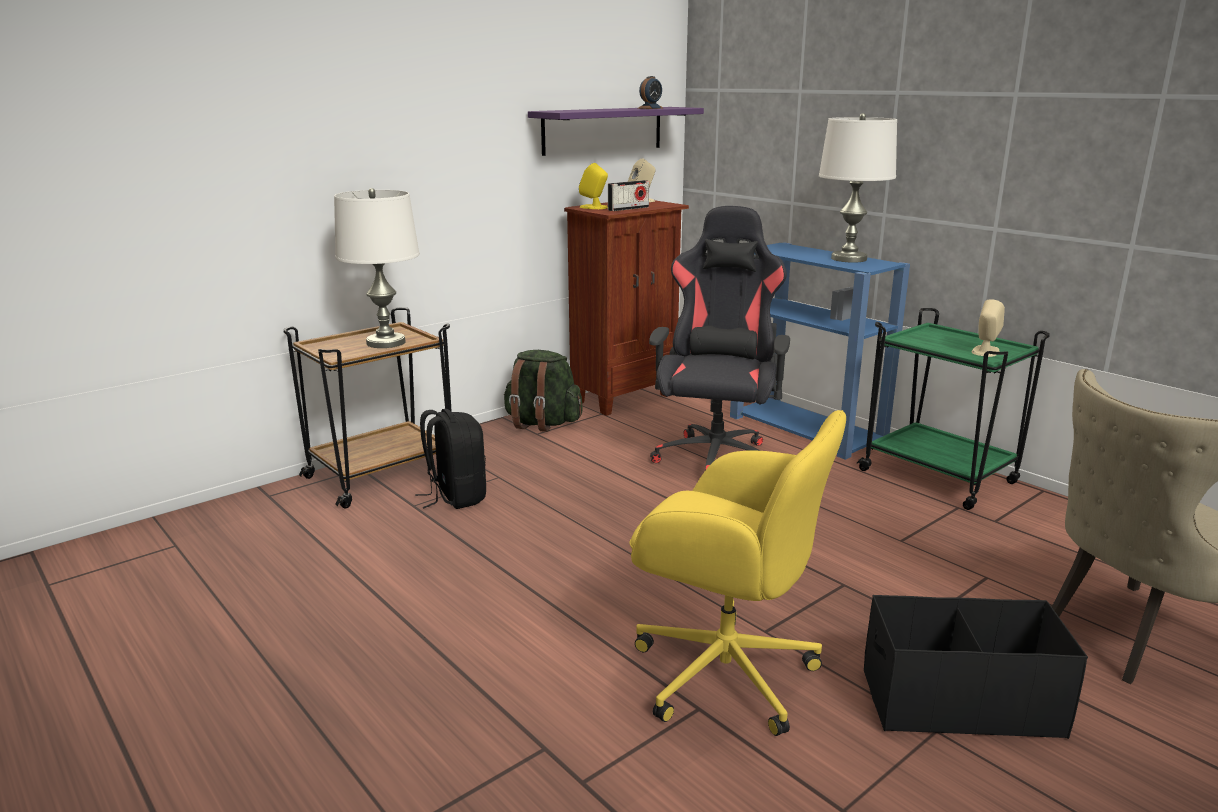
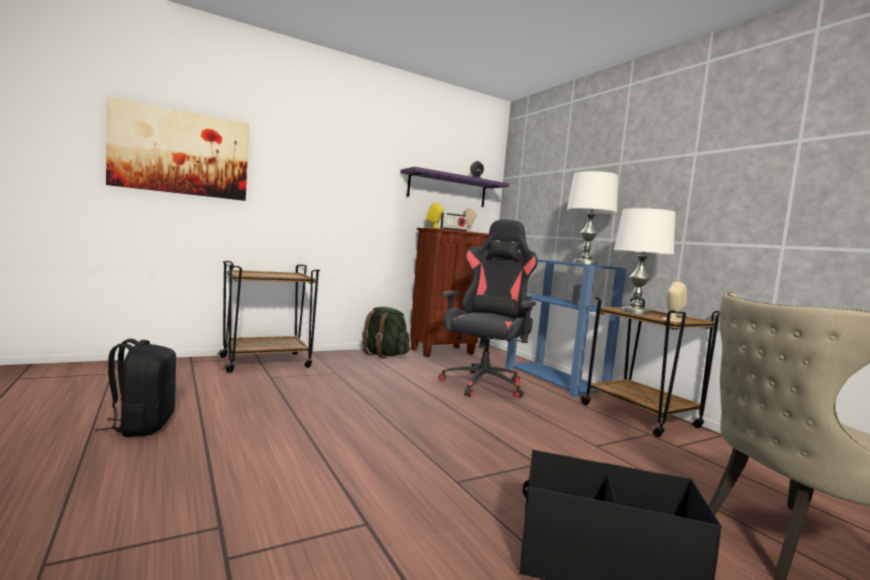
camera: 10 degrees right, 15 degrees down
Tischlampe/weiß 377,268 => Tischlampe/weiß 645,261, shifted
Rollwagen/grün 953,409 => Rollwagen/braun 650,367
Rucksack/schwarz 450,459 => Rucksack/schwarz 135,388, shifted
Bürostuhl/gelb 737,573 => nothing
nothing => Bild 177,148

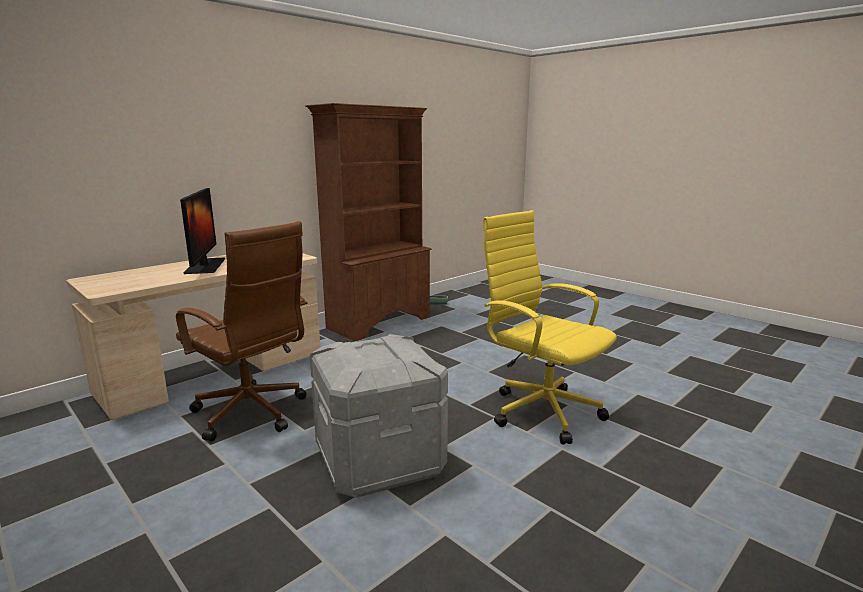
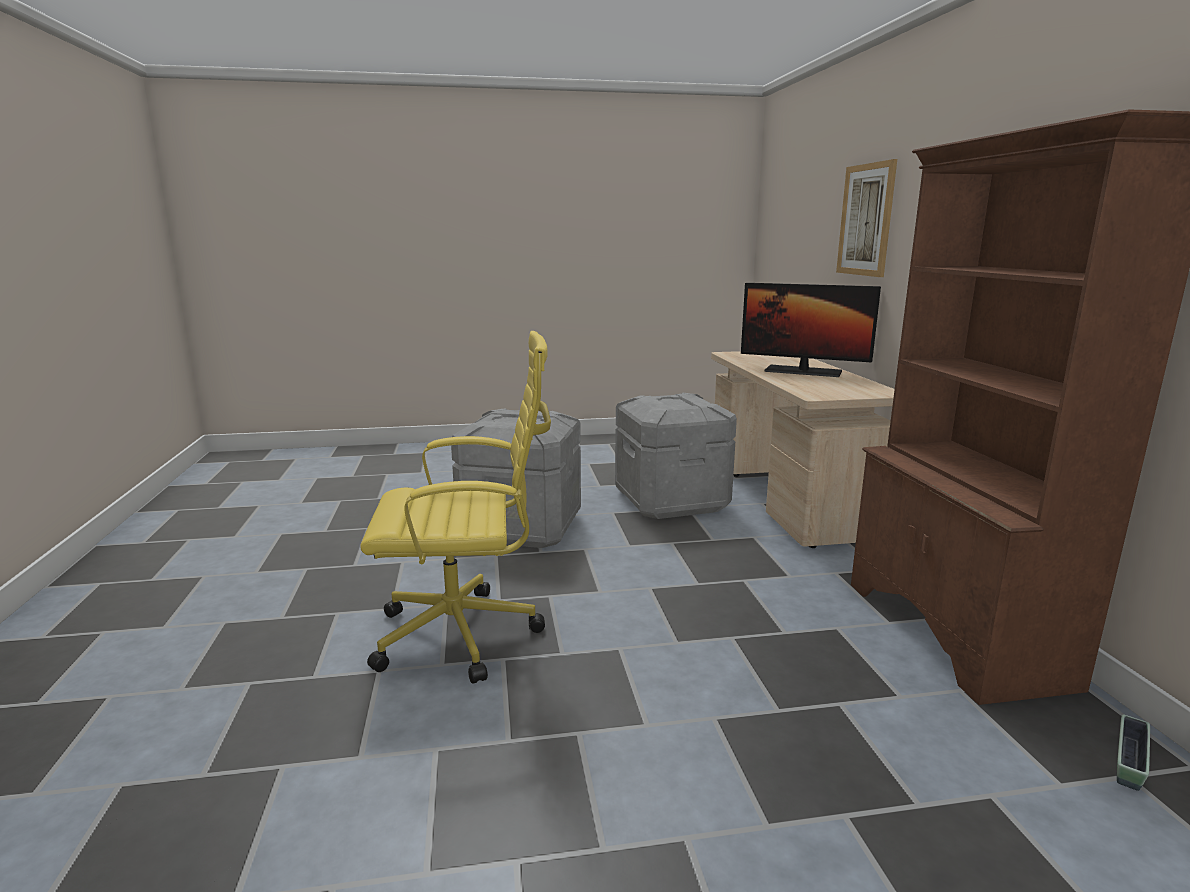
camera: 125 degrees right, 0 degrees up
Bürostuhl/braun 242,331 => Aufbewahrungsbox/grau 676,456
nothing => Bild 866,218

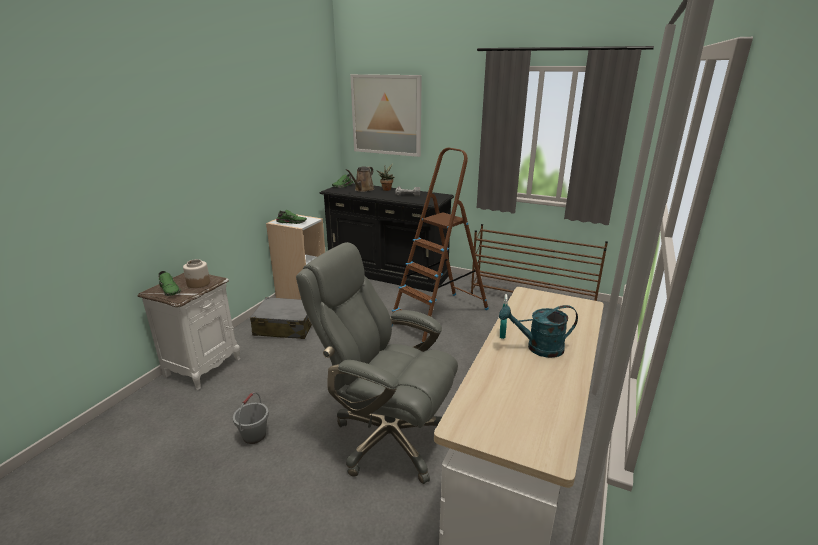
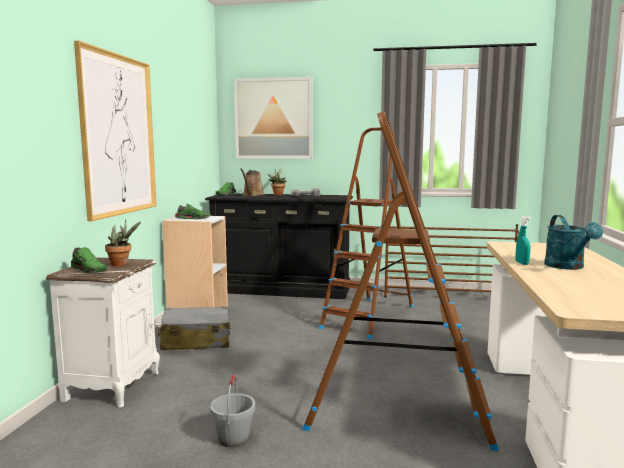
camera: 15 degrees left, 15 degrees down
Bürostuhl/grau 377,363 => Trittleiter/braun 400,281
Vorratsglas 196,273 => Topfpflanze 123,243
Gießkanne/türkis 538,331 => Gießkanne/türkis 573,242, 75 degrees counterclockwise
nothing => Bild 115,131

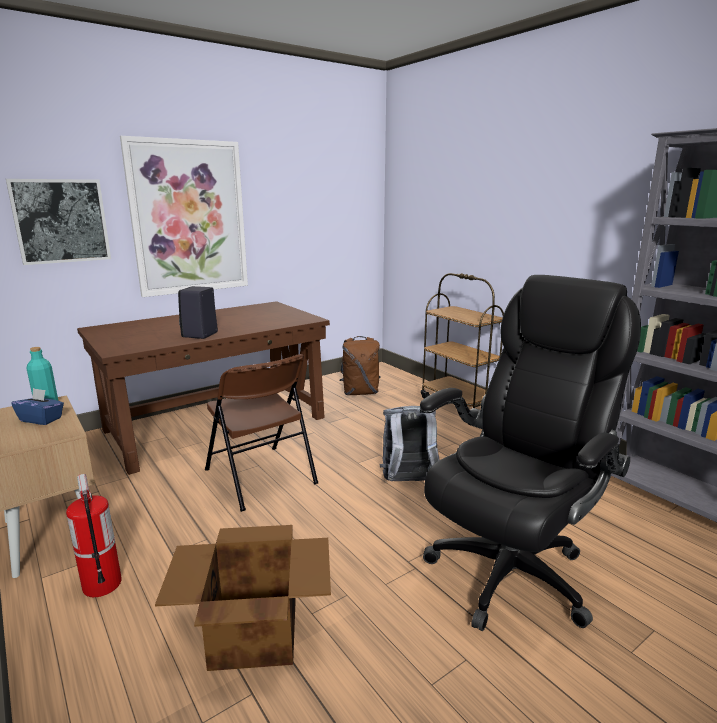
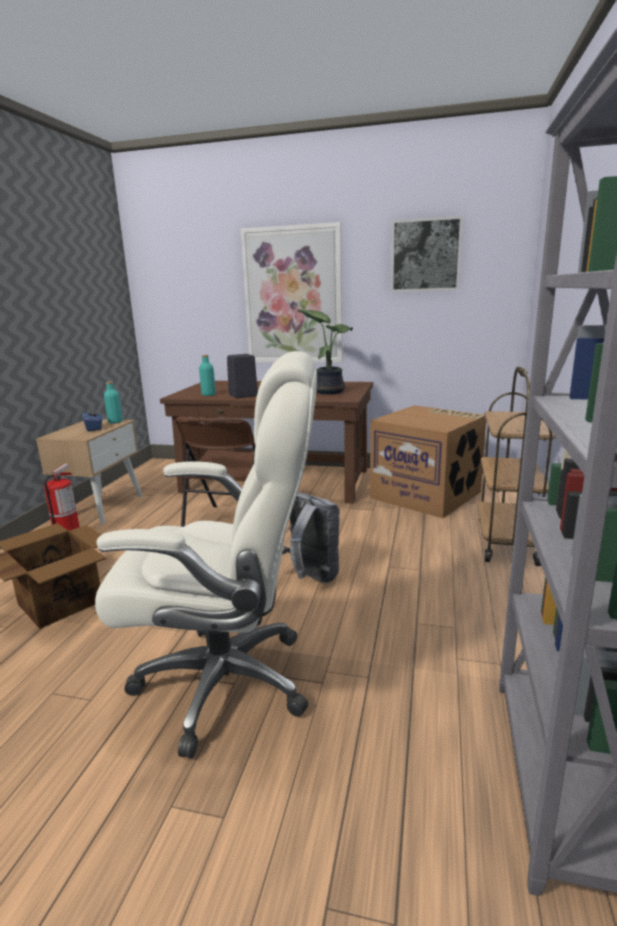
camera: 50 degrees right, 0 degrees up
Bild 58,222 => Bild 427,254, shifted
Bürostuhl/schwarz 530,453 => Bürostuhl/weiß 206,554
Rucksack/braun 360,365 => Karton 428,461
nothing => Topfpflanze 325,351
nothing => Flasche/türkis 207,375

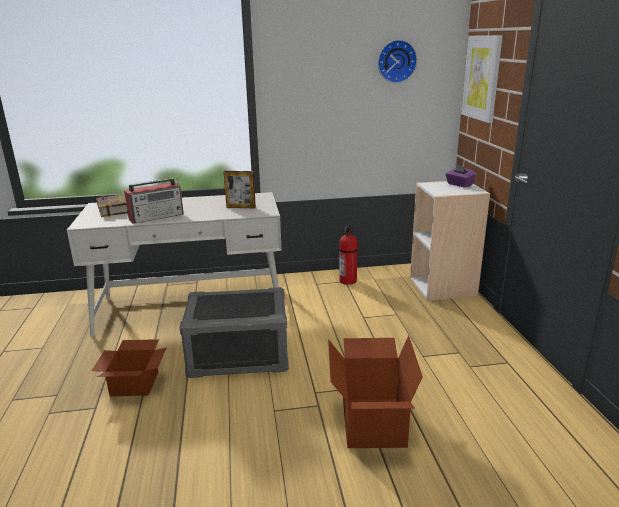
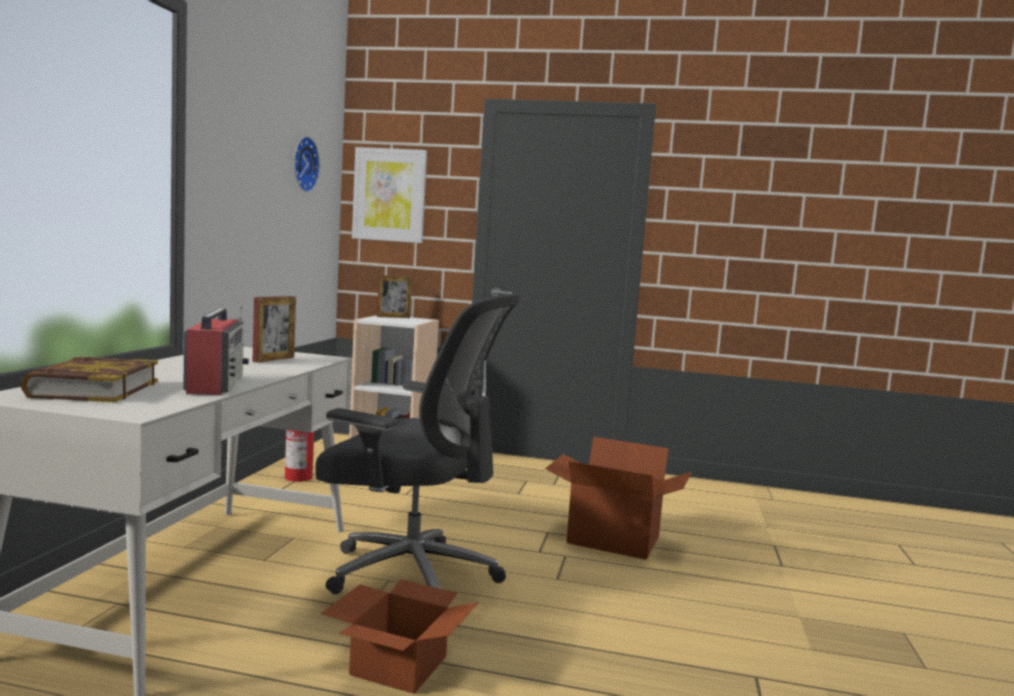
camera: 70 degrees left, 15 degrees down
Taschentuchbox/lila 461,175 => Bilderrahmen 394,296
Aufbewahrungsbox/grau 234,332 => Bürostuhl 418,443

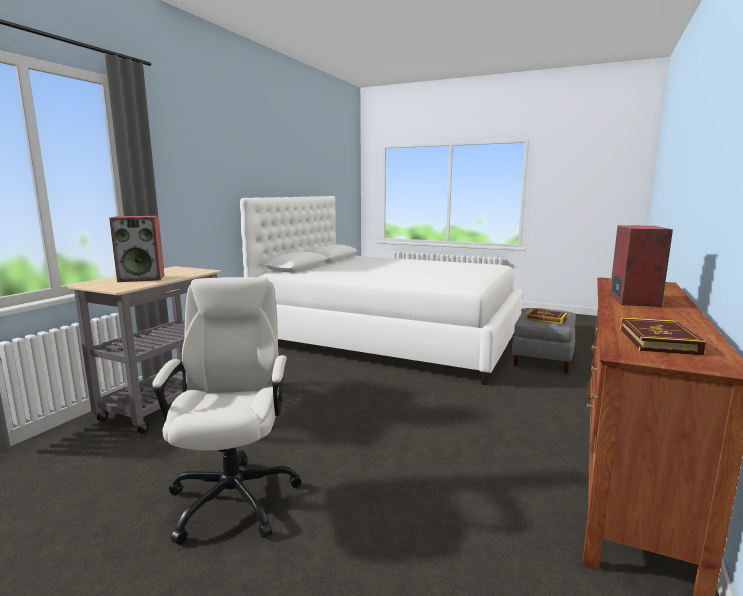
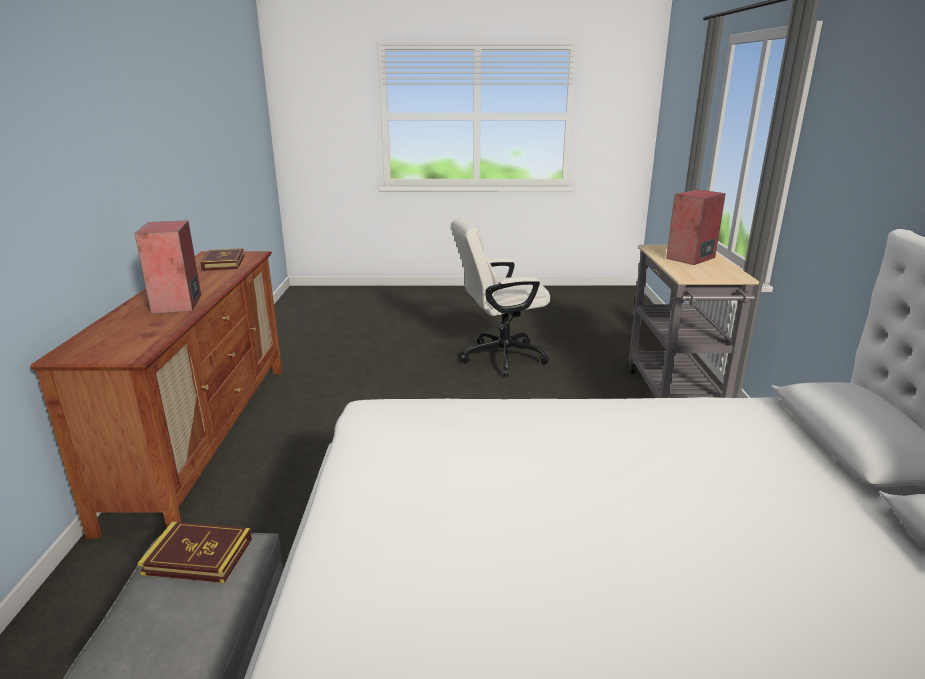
camera: 155 degrees right, 10 degrees up
Bürostuhl/weiß 227,411 => Bürostuhl/weiß 500,297, 105 degrees clockwise

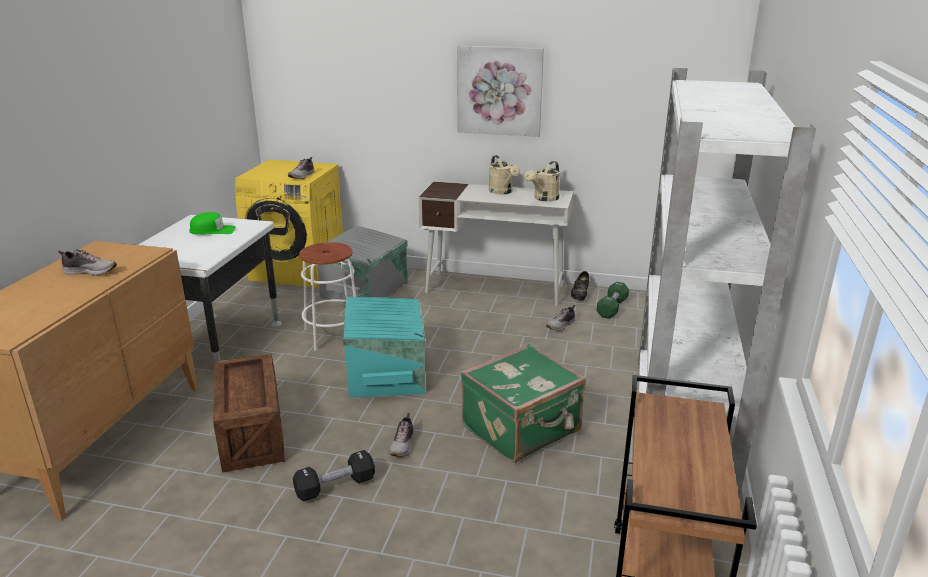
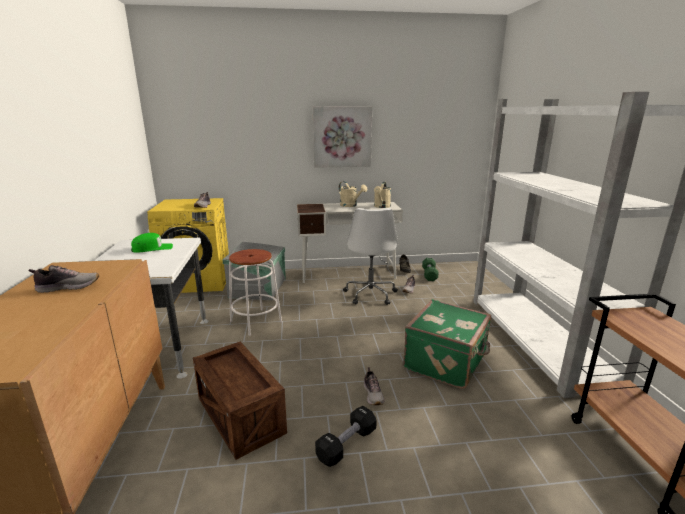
camera: 20 degrees left, 5 degrees down
Aufbewahrungsbox/türkis 384,348 => nothing
nothing => Bürostuhl/weiß 370,256

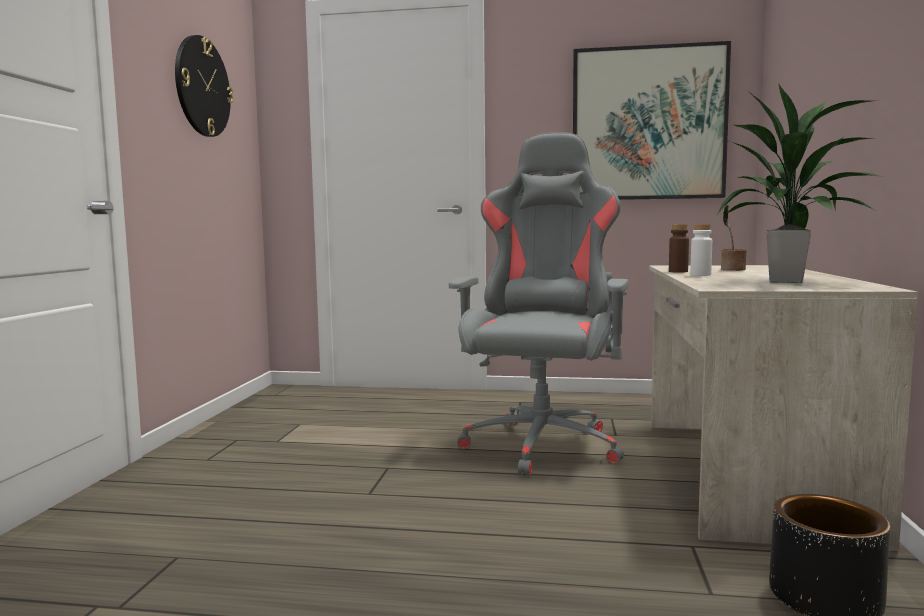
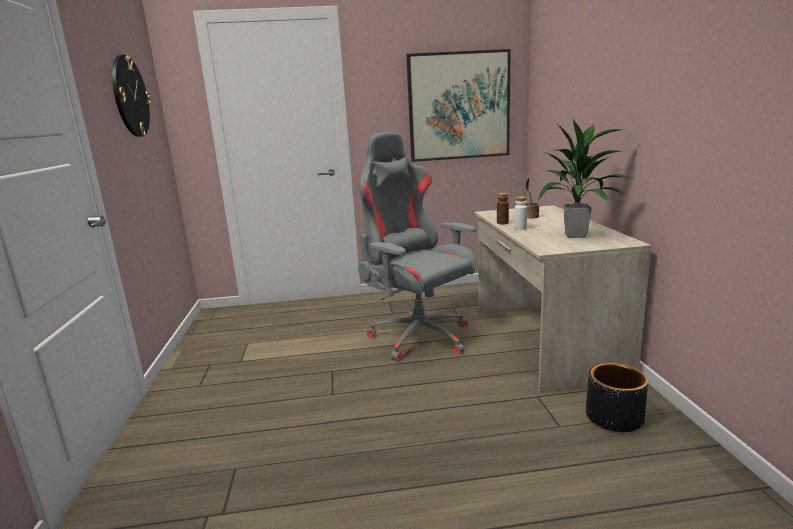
camera: 15 degrees left, 10 degrees up
Bürostuhl/grau 539,304 => Bürostuhl/grau 417,246, 45 degrees counterclockwise

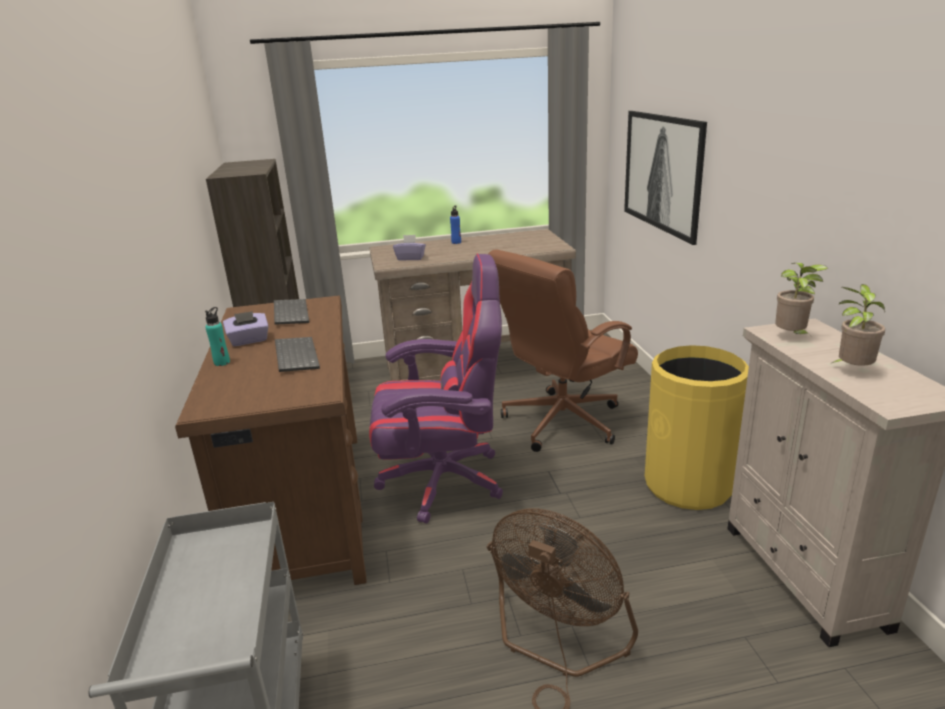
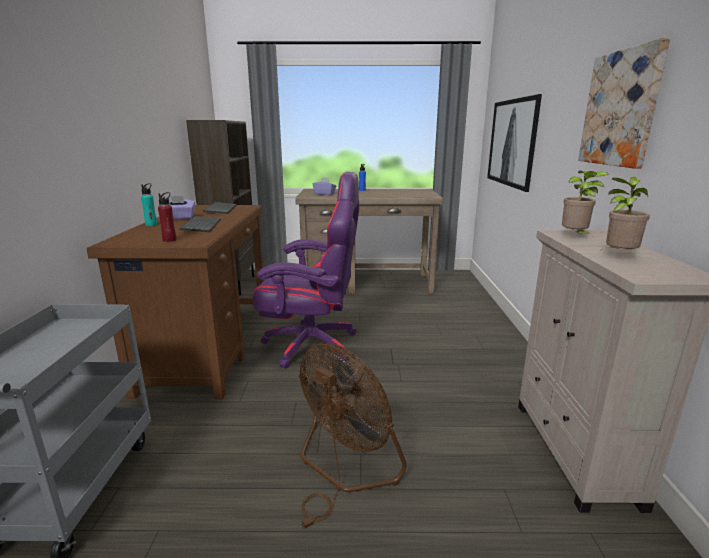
camera: 10 degrees right, 5 degrees down
Bürostuhl/braun 563,350 => nothing
Mülleimer/gelb 697,427 => nothing
nothing => Bild 624,103
nothing => Flasche/rot 167,217

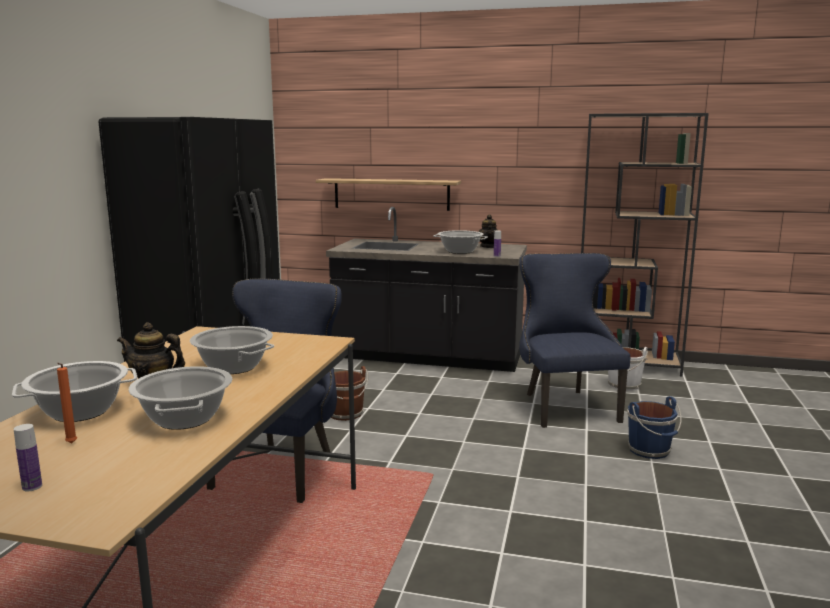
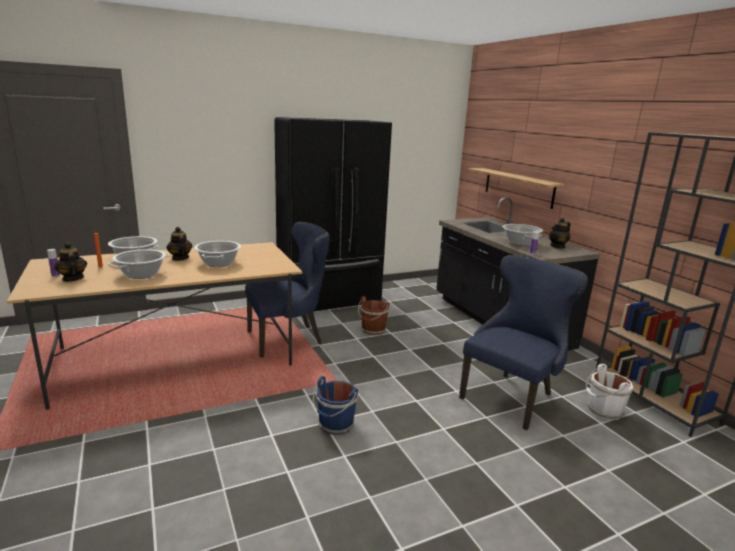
camera: 50 degrees right, 5 degrees up
Eimer/blau 654,427 => Eimer/blau 335,405, shifted
nothing => Teekanne 70,262

